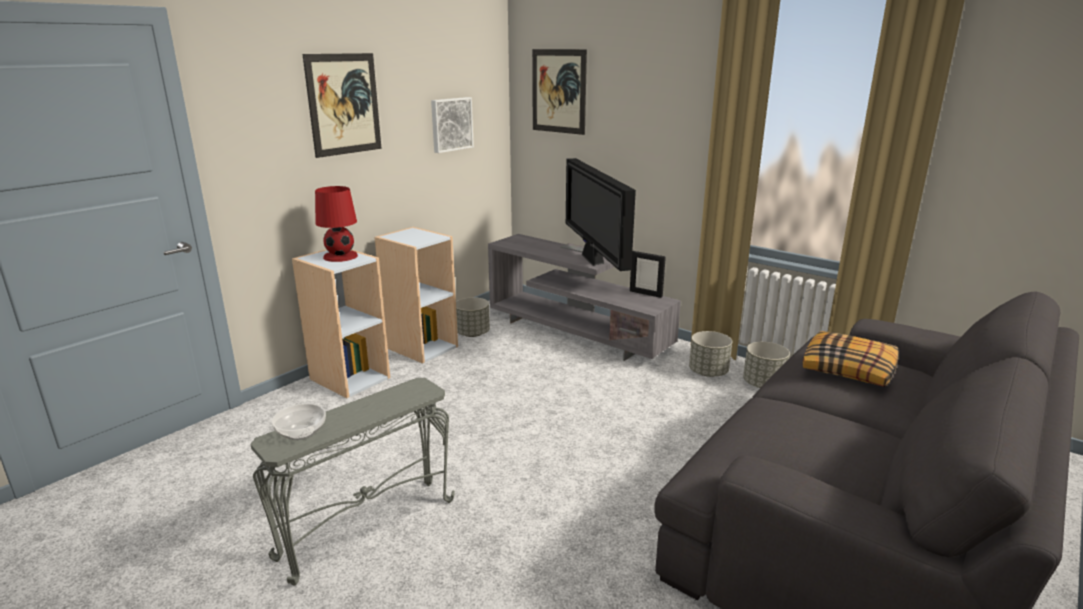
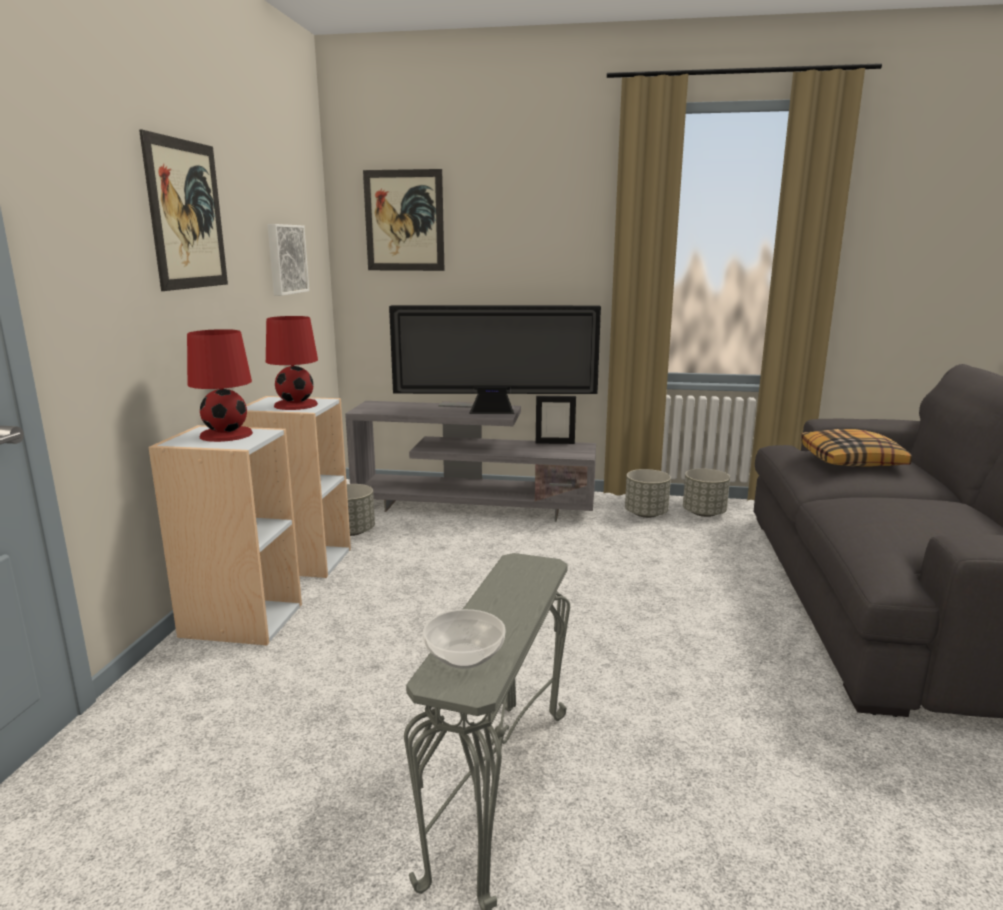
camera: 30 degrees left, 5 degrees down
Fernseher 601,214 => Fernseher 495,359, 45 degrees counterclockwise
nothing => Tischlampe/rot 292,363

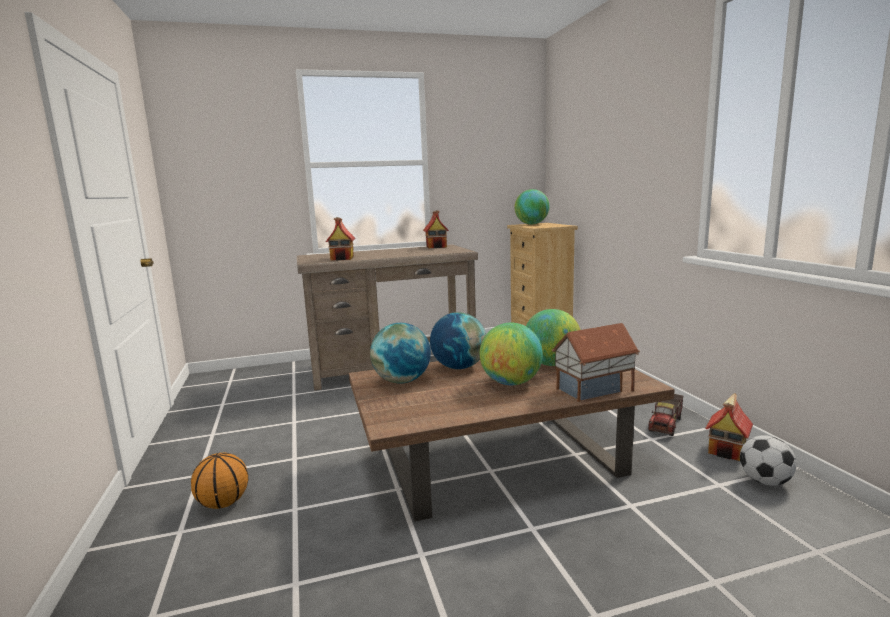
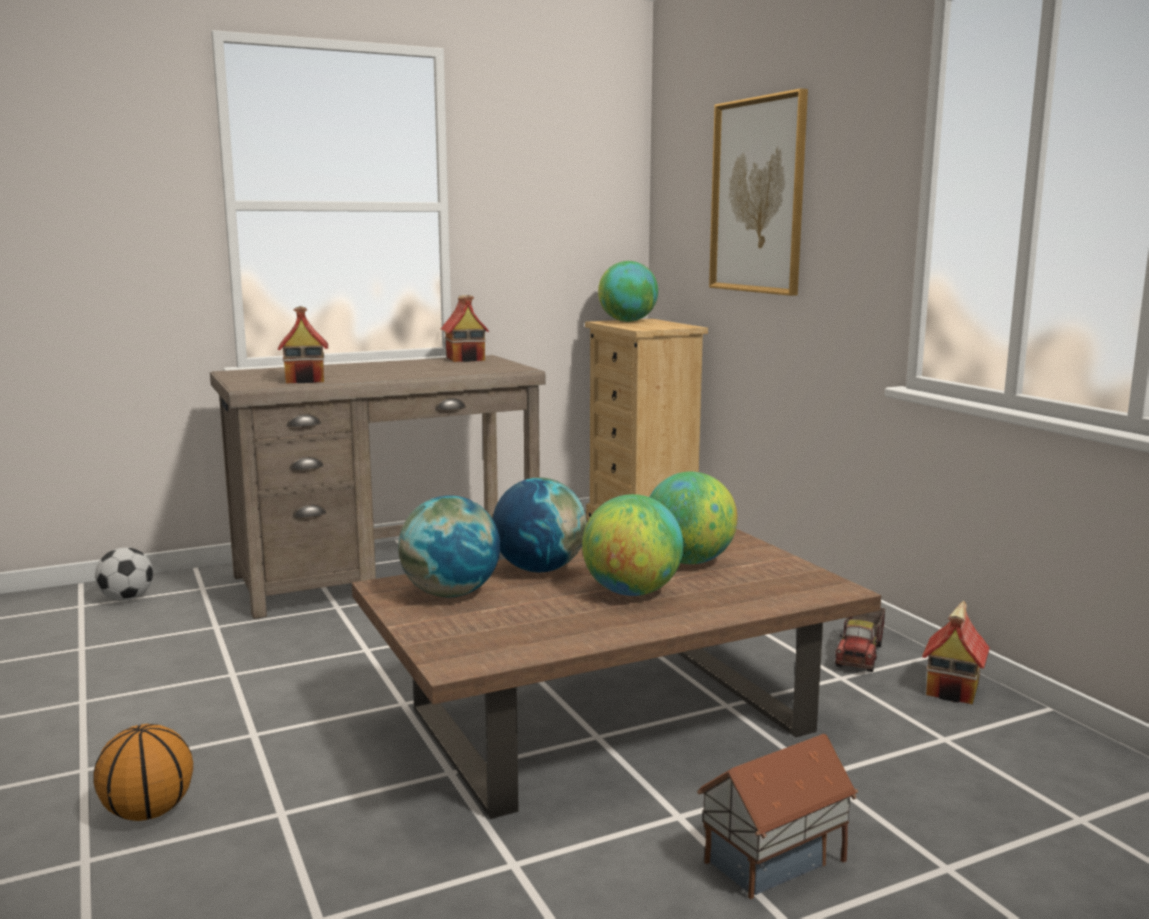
camera: 10 degrees left, 0 degrees up
Spielzeughaus 596,362 => Spielzeughaus 777,816, shifted
Fußball 768,460 => Fußball 124,574, shifted
nothing => Bild 758,192

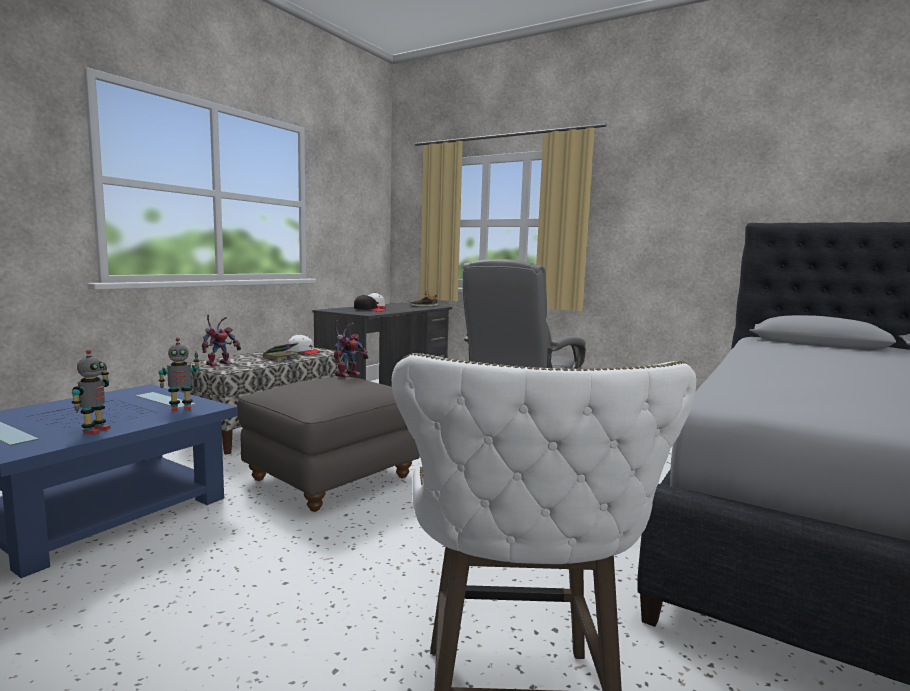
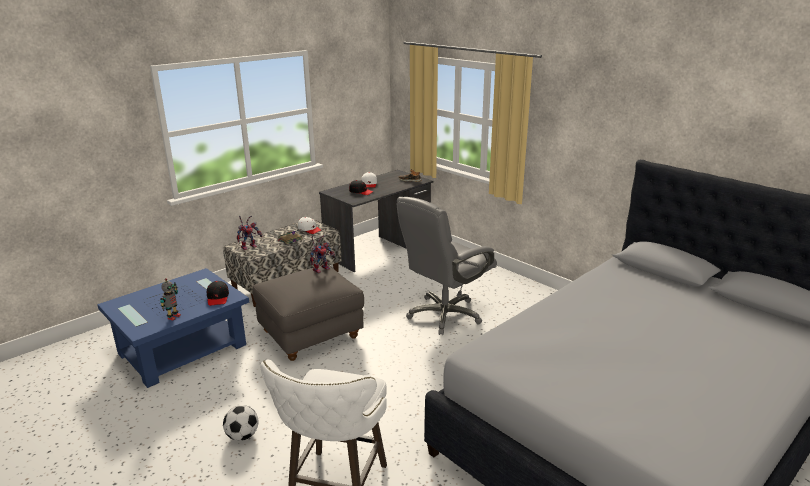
camera: 15 degrees right, 15 degrees up
Spielzeugroboter 179,374 => Kappe/schwarz 218,293
nothing => Fußball 240,423

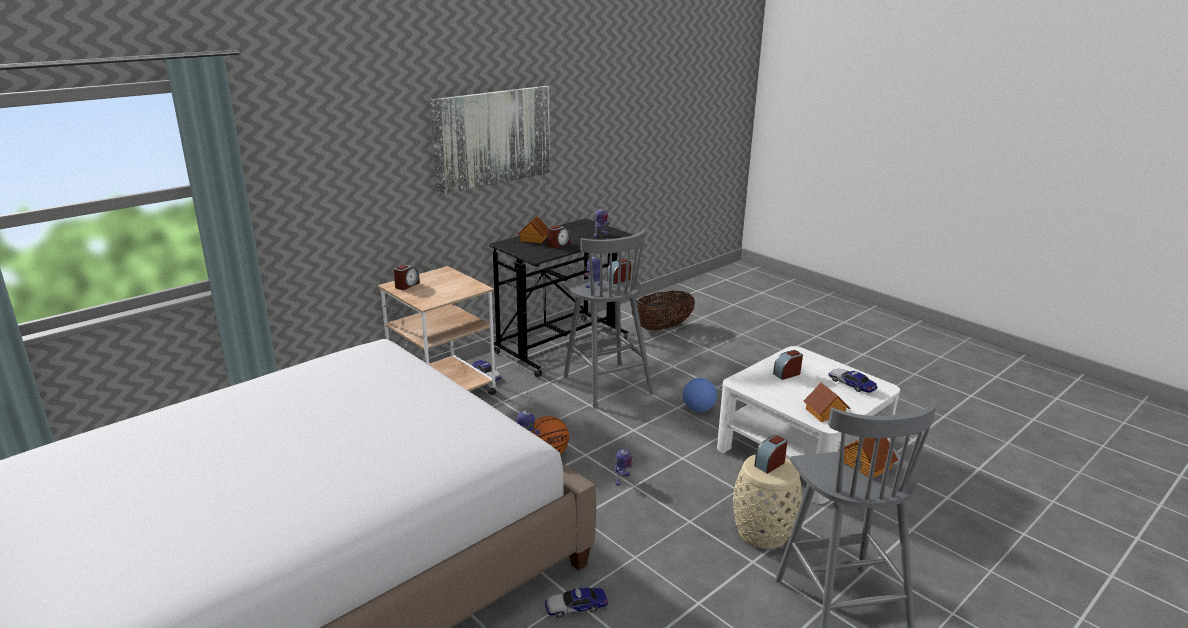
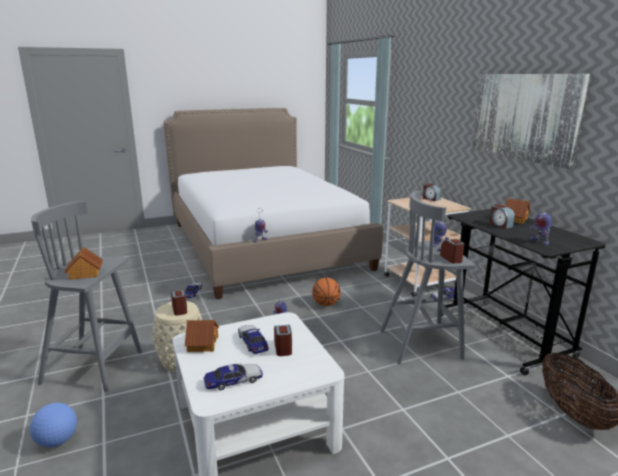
camera: 110 degrees right, 5 degrees down
Fußball 700,395 => Fußball 53,425, shifted
nothing => Spielzeugauto 253,339

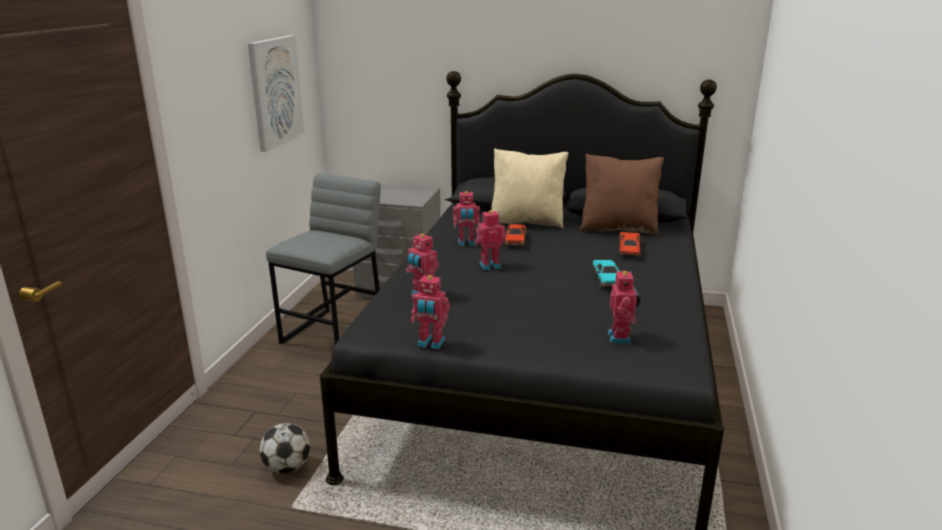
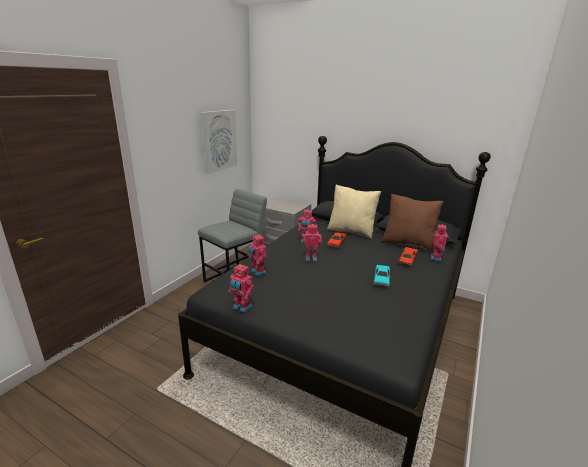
camera: 15 degrees right, 0 degrees up
Spielzeugroboter 624,306 => Spielzeugroboter 440,242, shifted
Fußball 285,448 => nothing

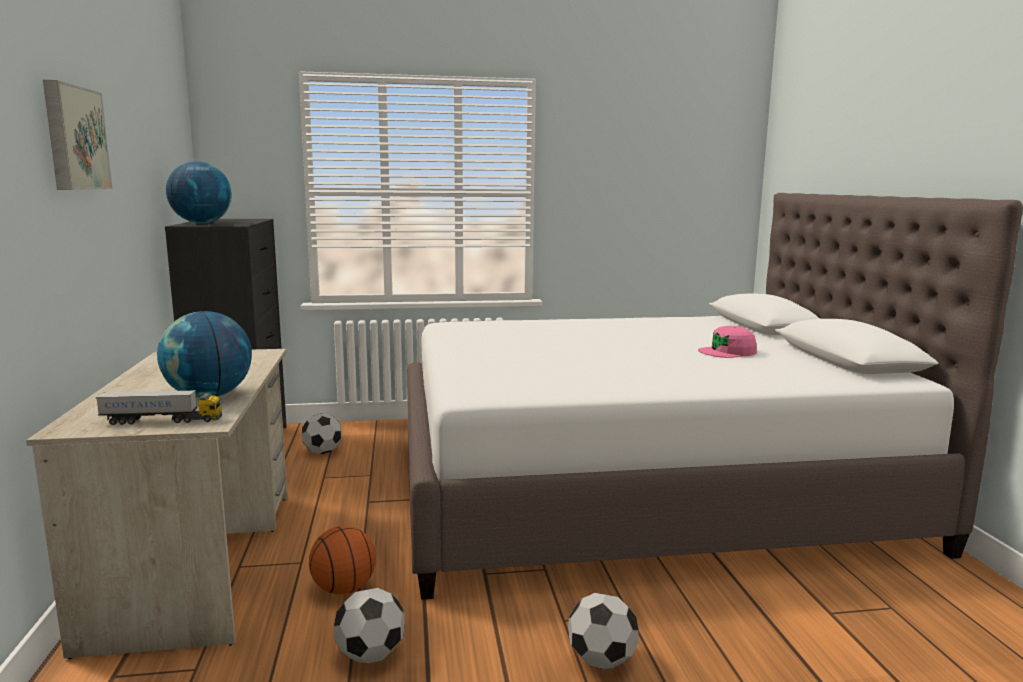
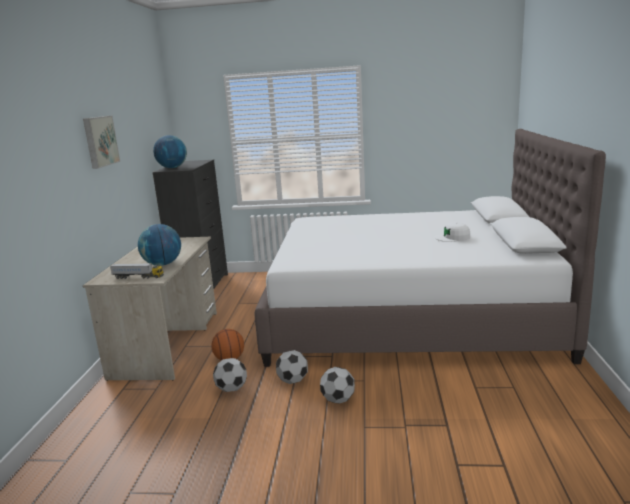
camera: 15 degrees right, 5 degrees up
Kappe/rosa 727,342 => Kappe/weiß 452,232
Fußball 322,434 => Fußball 292,367, shifted

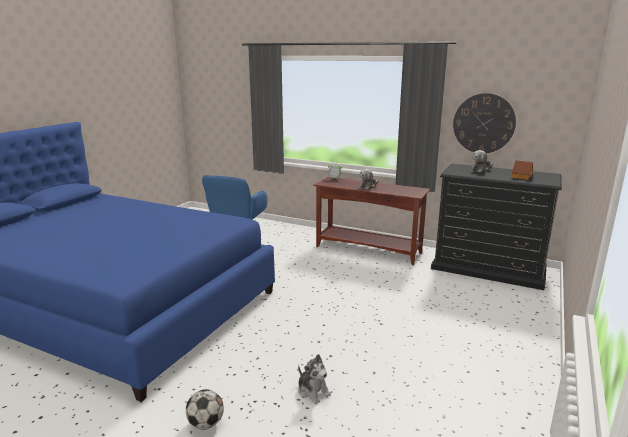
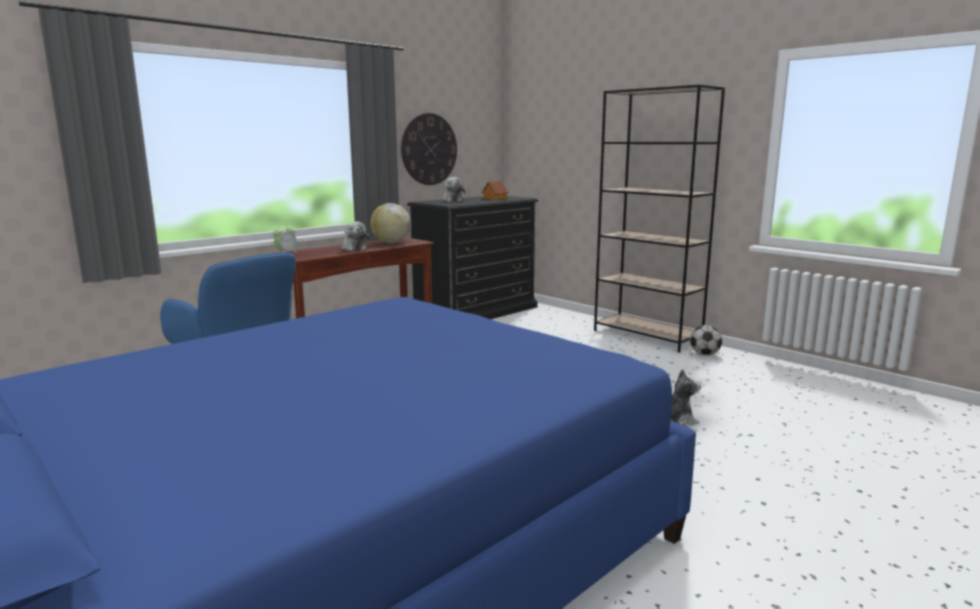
camera: 70 degrees left, 5 degrees down
Fußball 205,409 => Fußball 706,340, shifted
nothing => Bücherregal/beige 659,219
nothing => Globus 390,223

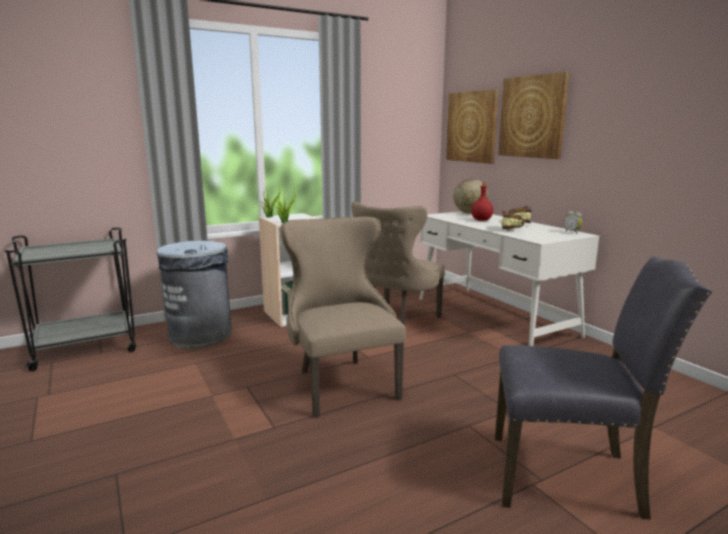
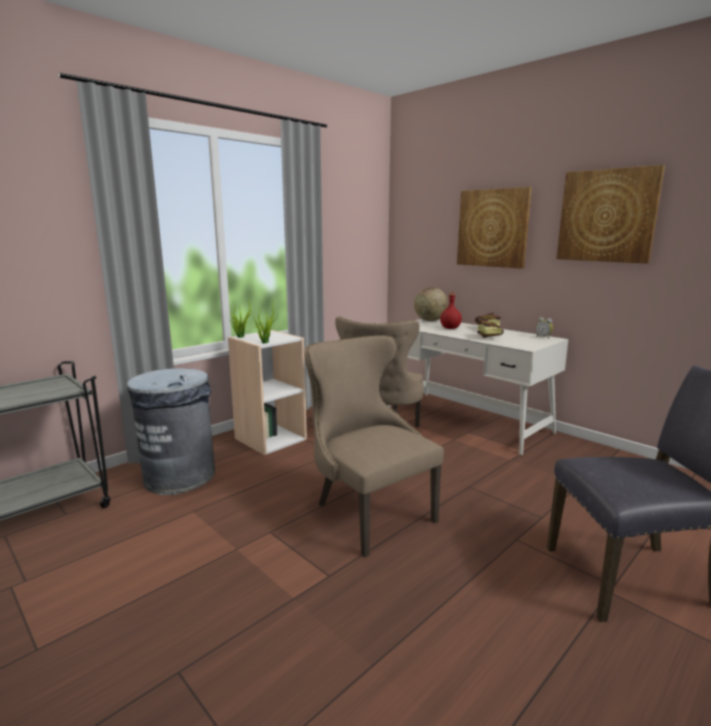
camera: 15 degrees left, 0 degrees up
Bild 472,126 => Bild 611,214, shifted

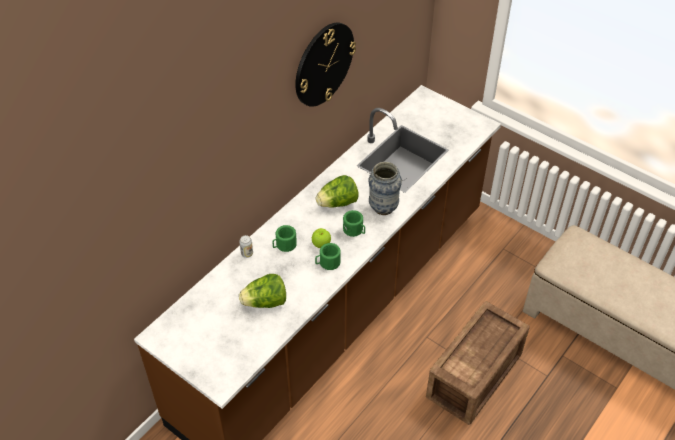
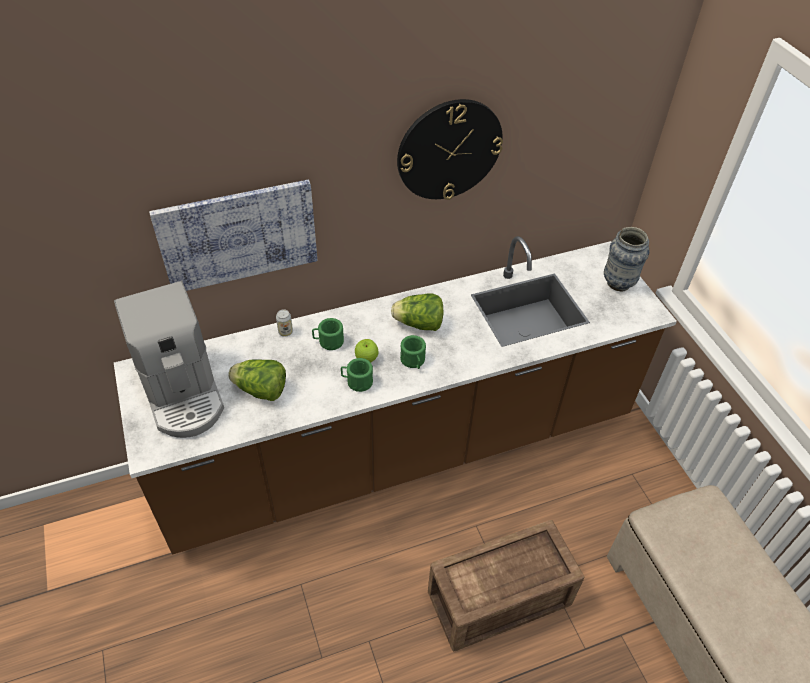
camera: 30 degrees right, 0 degrees up
Vase 385,188 => Vase 626,259, shifted
nothing => Bild 233,235
nothing => Kaffeemaschine 169,359

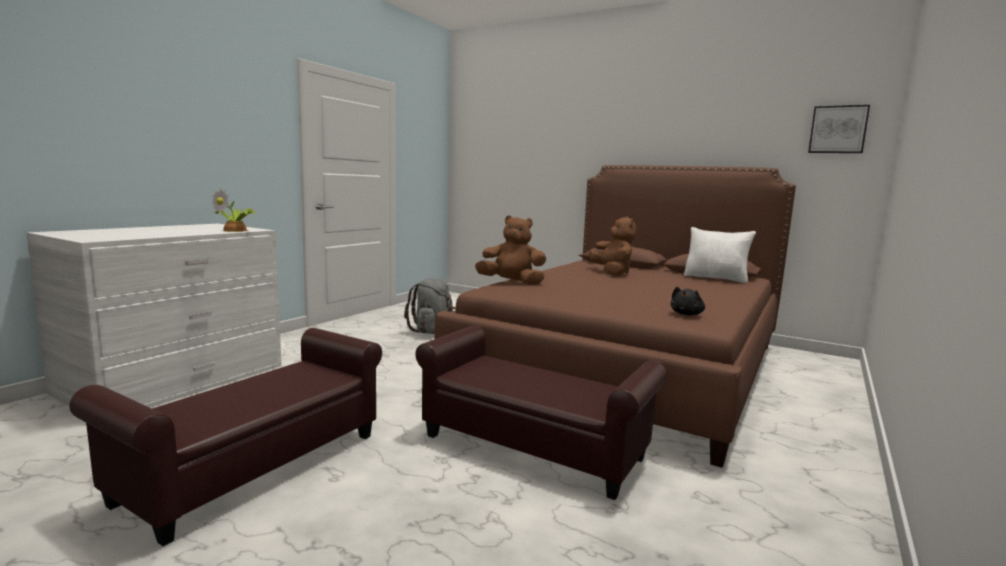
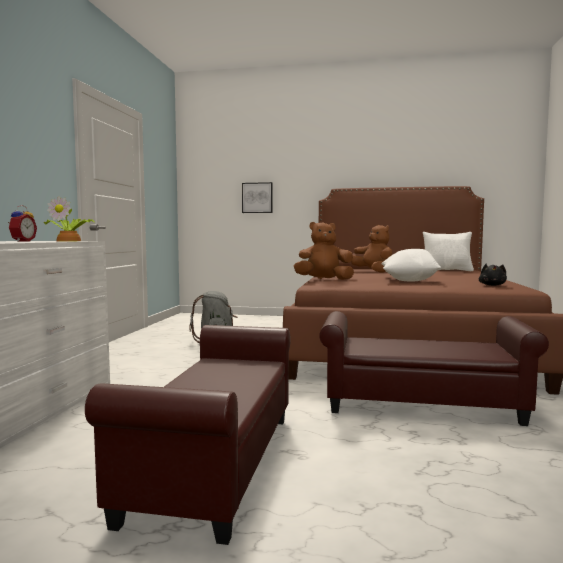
camera: 20 degrees left, 5 degrees down
Bild 839,129 => Bild 257,197, shifted
nothing => Wecker 22,223
nothing => Kissen/weiß 411,265

